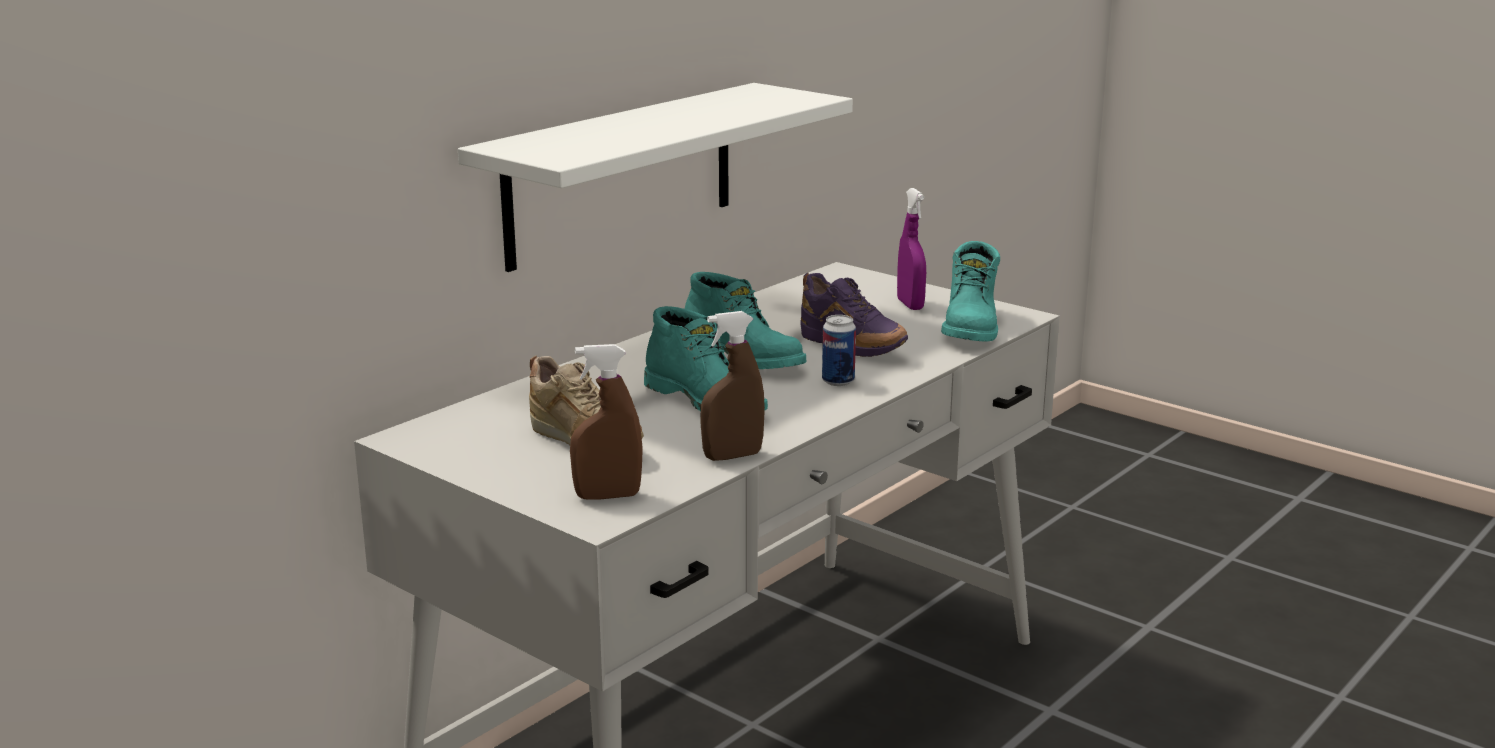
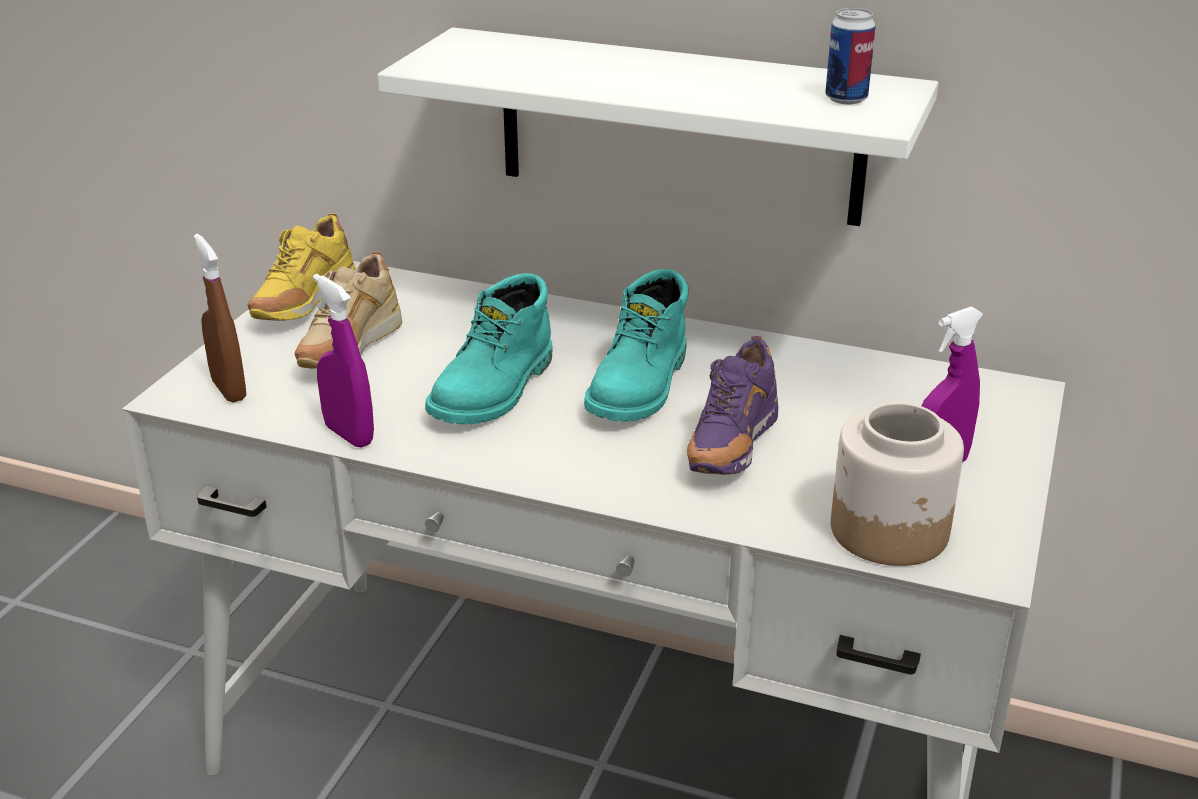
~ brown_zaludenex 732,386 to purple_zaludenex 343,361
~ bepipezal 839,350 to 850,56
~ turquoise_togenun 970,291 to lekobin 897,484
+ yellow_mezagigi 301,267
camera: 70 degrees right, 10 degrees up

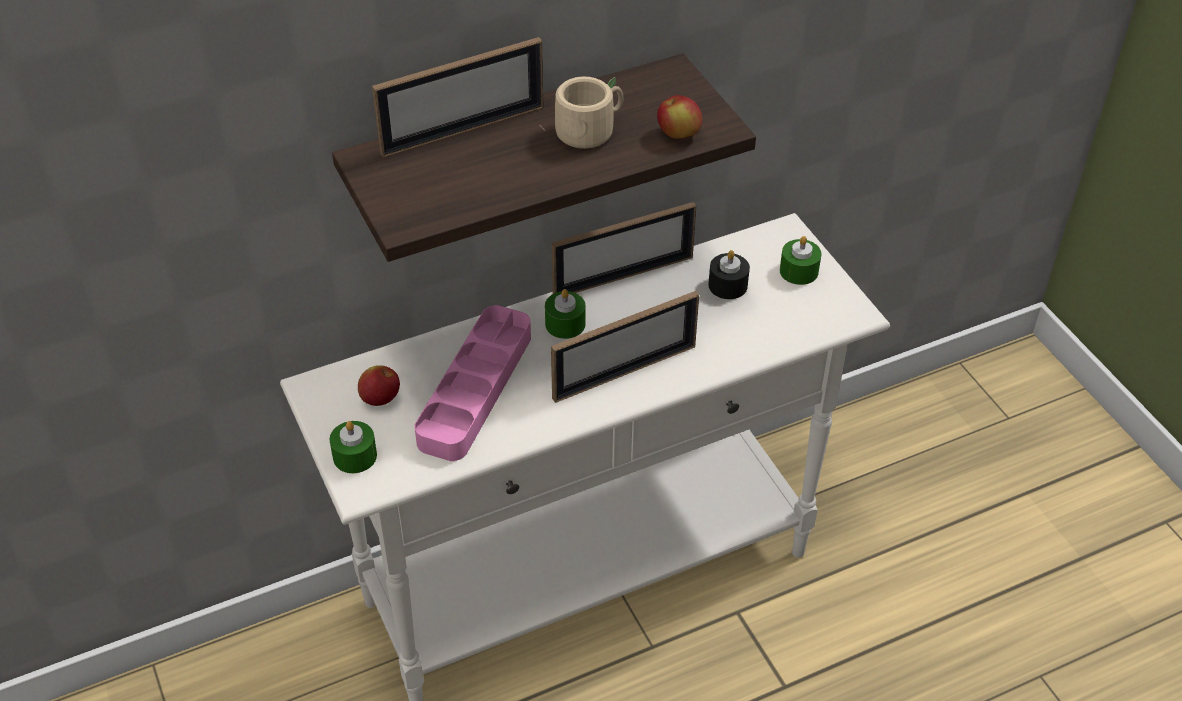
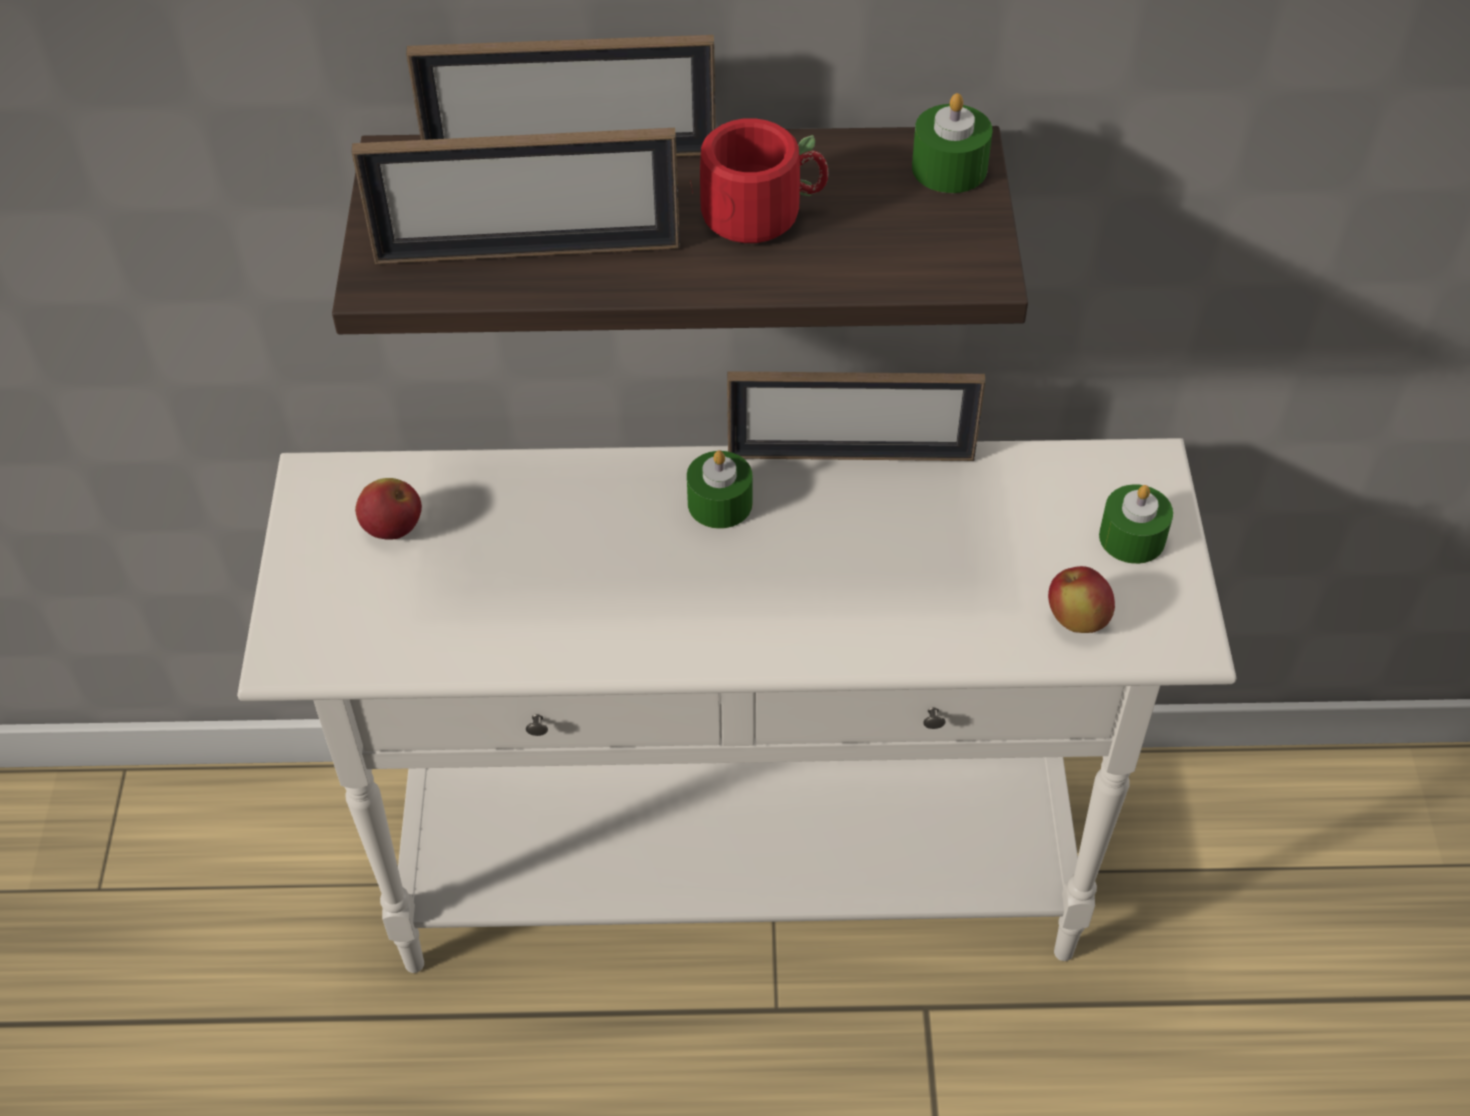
~ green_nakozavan 353,447 to 952,143
- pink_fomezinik 472,383
~ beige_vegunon 581,113 to red_vegunon 759,180
~ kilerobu 625,347 to 515,196
~ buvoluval 679,117 to 1081,599
- black_nakozavan 729,274
camera: 25 degrees right, 5 degrees up

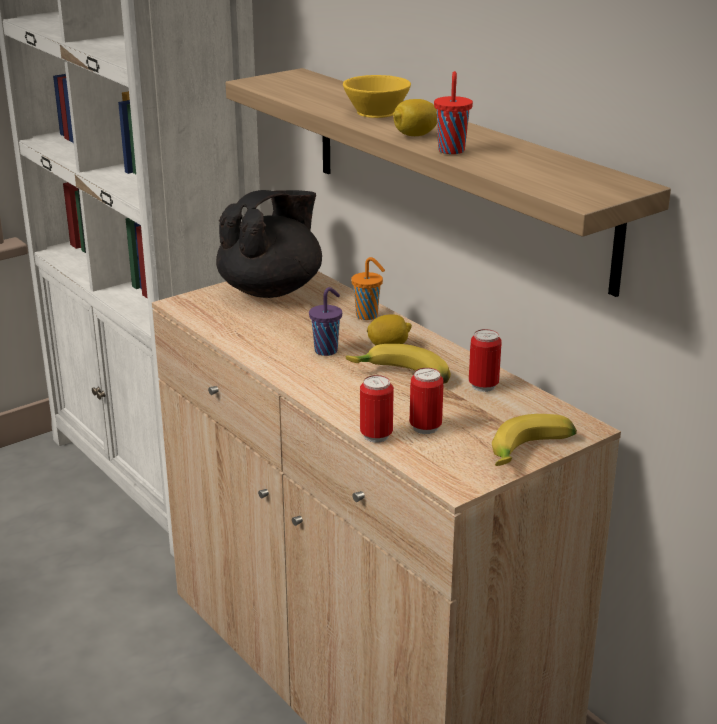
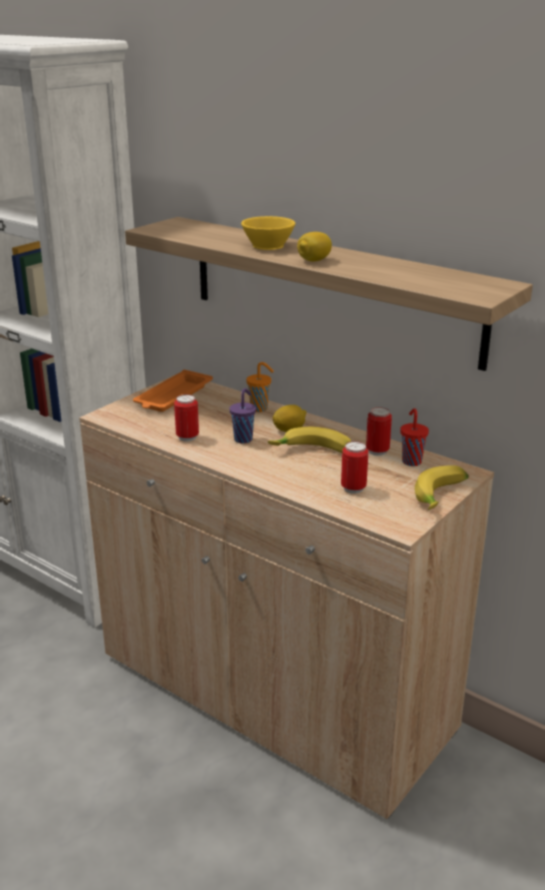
~ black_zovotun 269,244 to orange_fomezinik 173,390
~ bepipezal 377,409 to 186,418
~ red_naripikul 453,112 to 414,437
camera: 15 degrees left, 0 degrees up

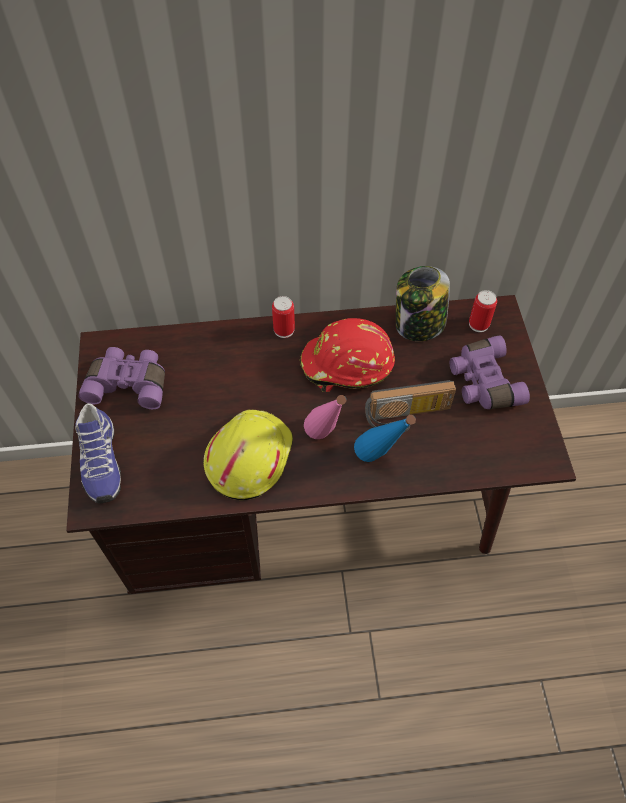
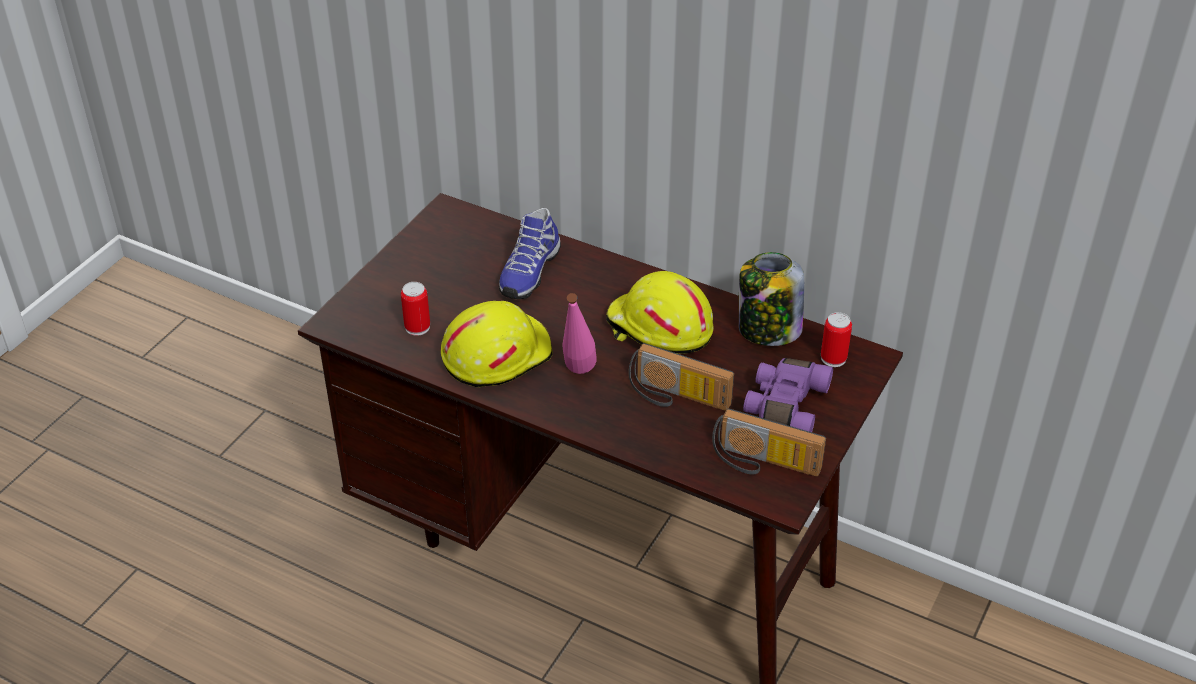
~ mezagigi 98,453 to 530,253
- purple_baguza 121,378
~ bepipezal 283,317 to 415,309
~ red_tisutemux 347,355 to yellow_tisutemux 660,312
- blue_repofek 385,438
+ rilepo 769,442
camera: 35 degrees right, 15 degrees down

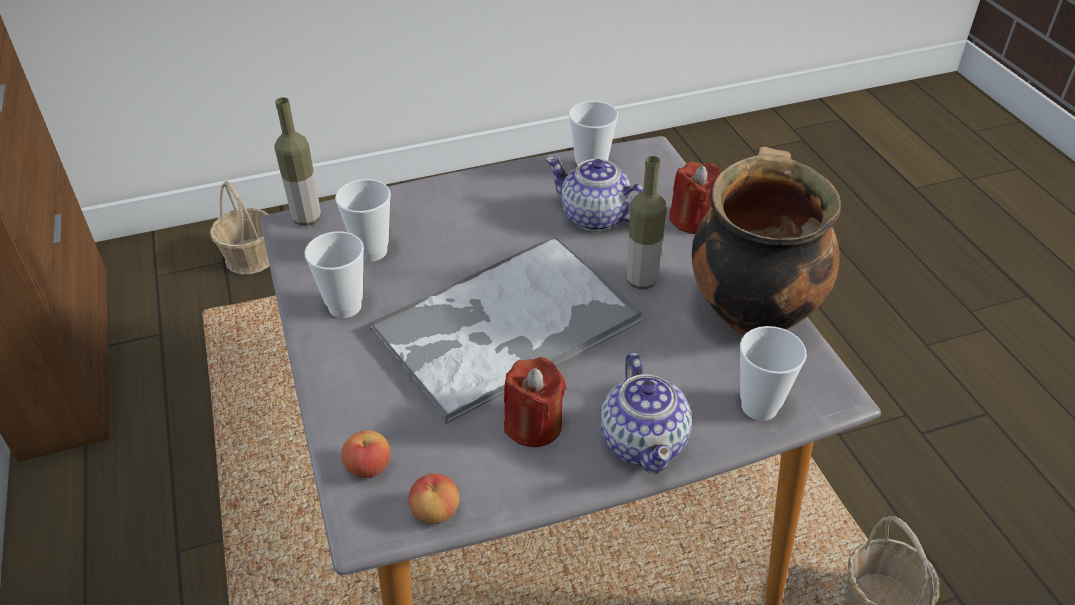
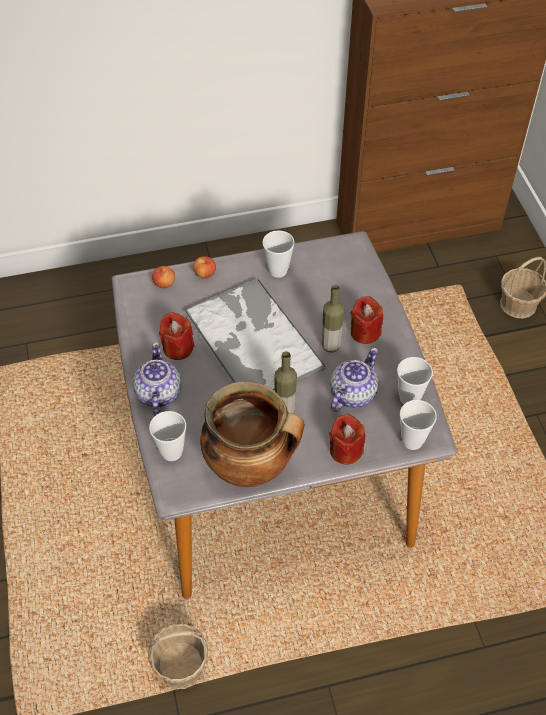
~ repofek 297,161 to 333,319
~ naripikul 363,220 to 418,425
~ buvoluval 433,499 to 204,267
~ zovotun 646,413 = 157,379 90 degrees clockwise
+ red_nakozavan 366,320
camera: 95 degrees right, 10 degrees up

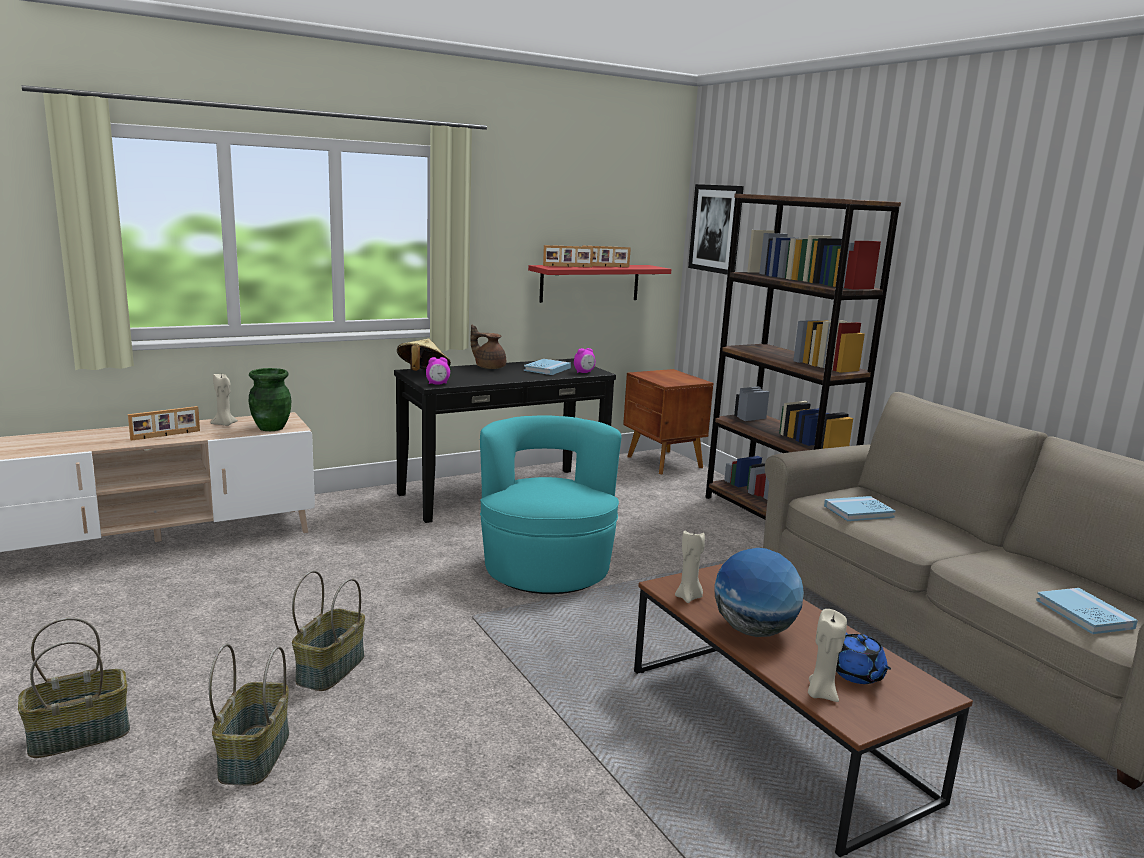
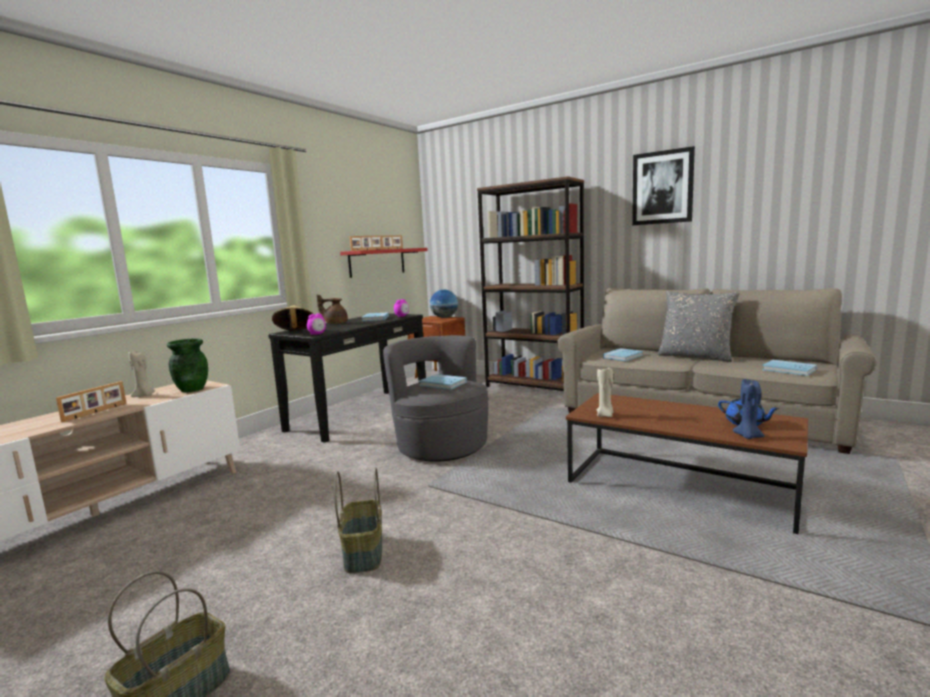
- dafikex 249,715
~ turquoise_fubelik 550,504 to grey_fubelik 436,398
~ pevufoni 716,229 to 663,185
~ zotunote 759,592 to 444,304
~ beige_nakozavan 827,655 to blue_nakozavan 749,409
+ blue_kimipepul 443,382
+ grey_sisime 698,326
camera: 25 degrees left, 5 degrees down

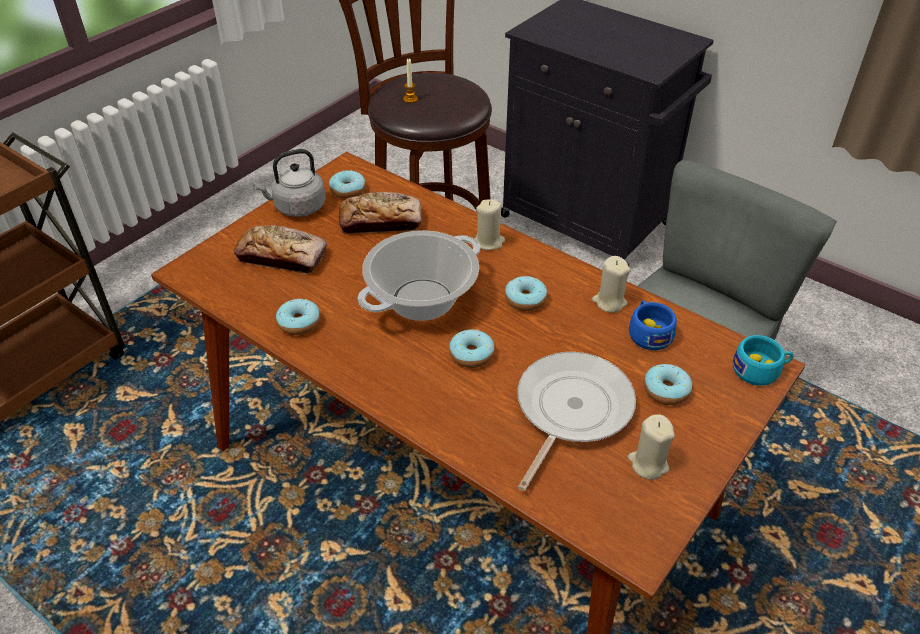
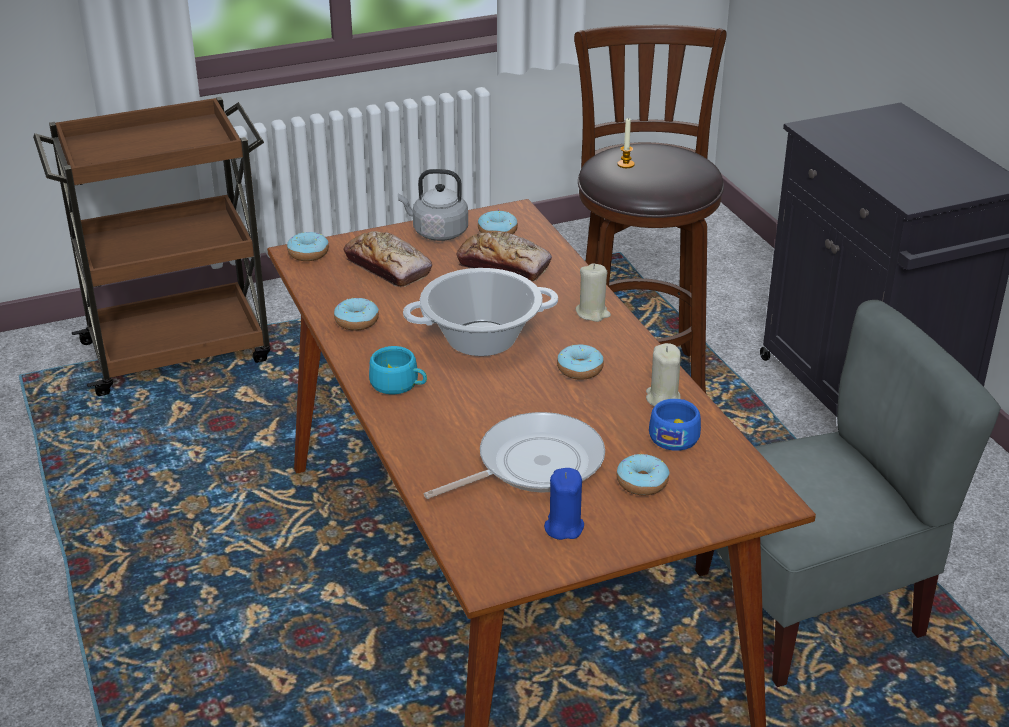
~ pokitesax 471,348 to 308,246
~ beige_nakozavan 651,447 to blue_nakozavan 564,504
~ turquoise_naripikul 763,360 to 398,370
camera: 30 degrees right, 10 degrees down

